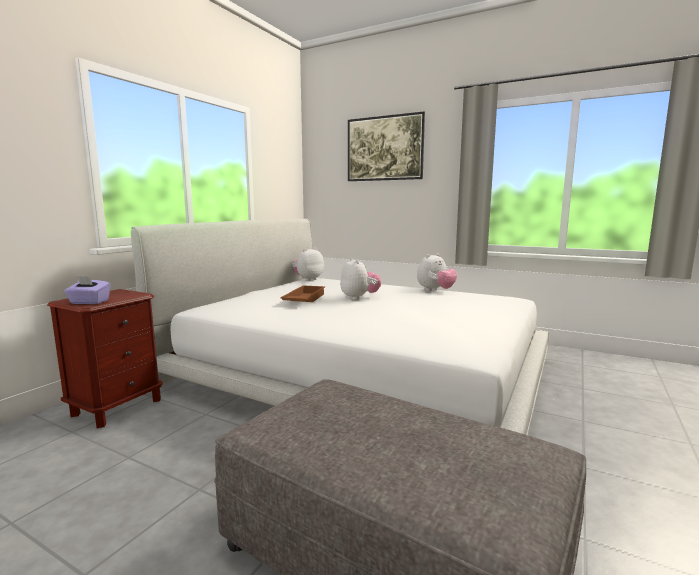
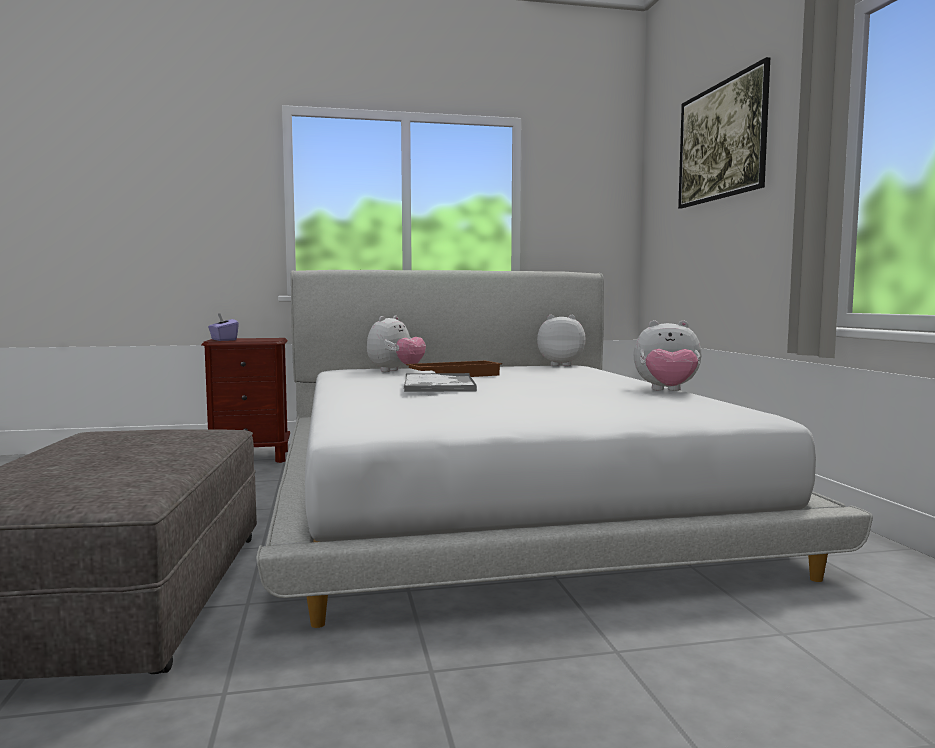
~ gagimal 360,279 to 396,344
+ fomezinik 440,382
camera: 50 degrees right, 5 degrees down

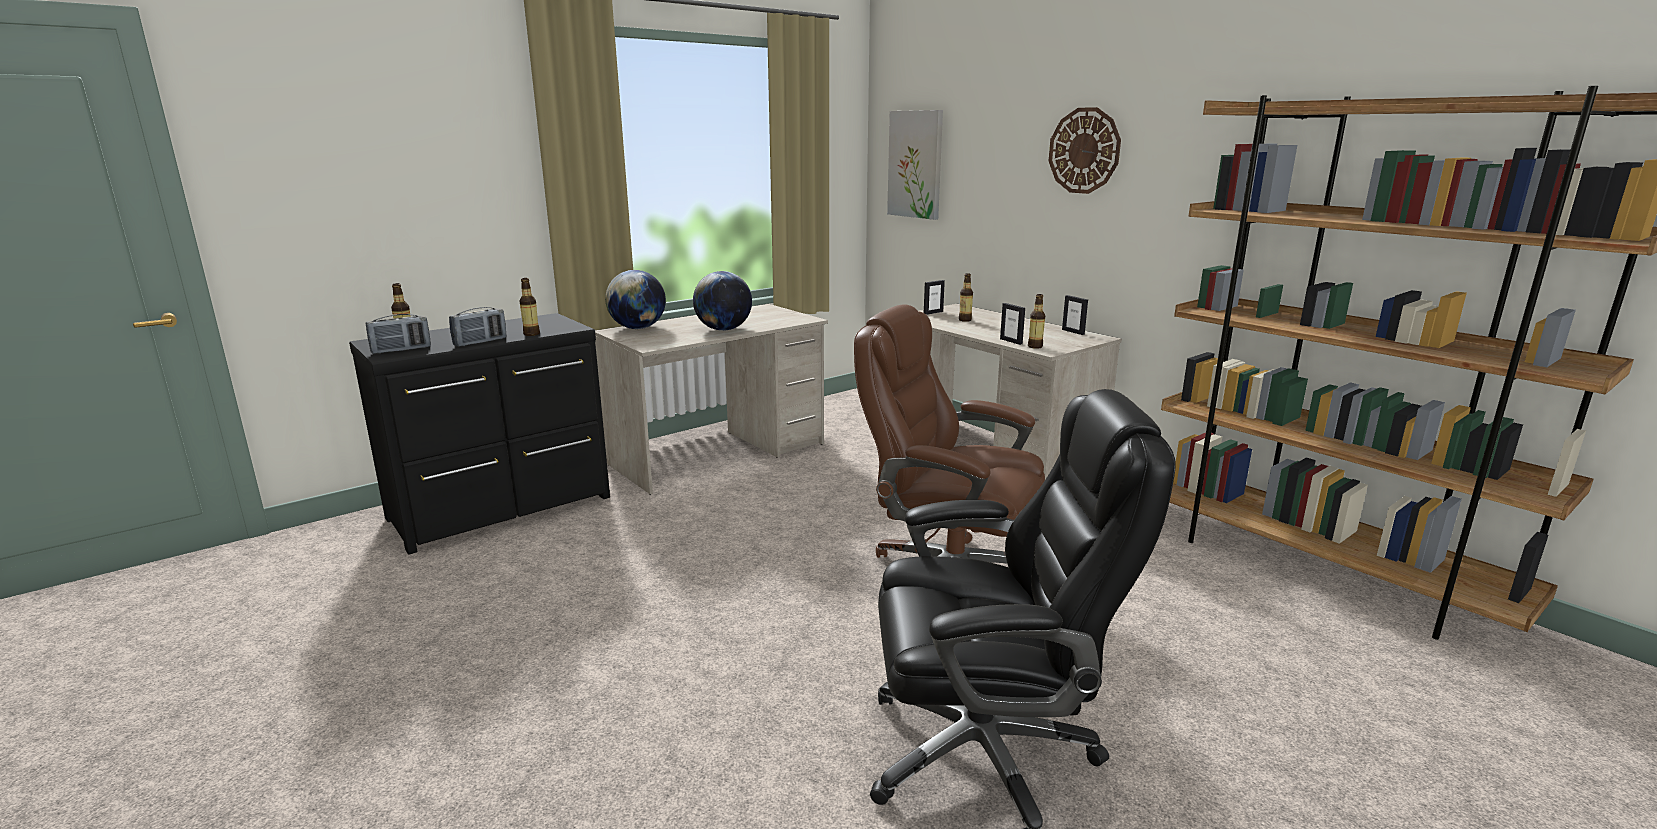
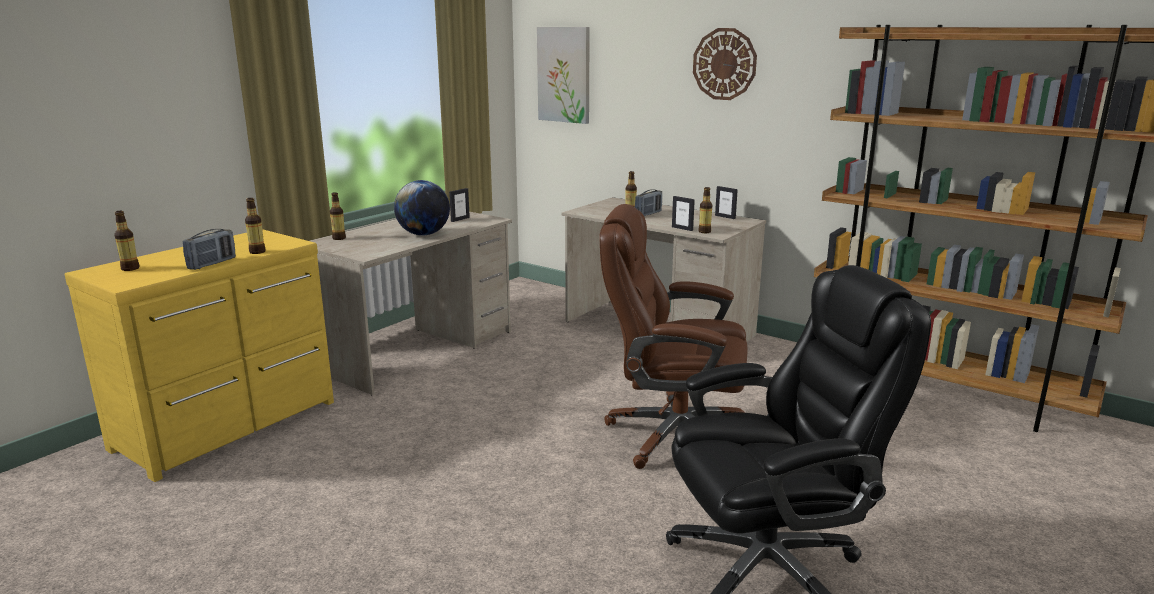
~ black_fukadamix 479,433 to yellow_fukadamix 199,355
~ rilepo 398,334 to 648,202
~ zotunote 635,299 to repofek 338,216
~ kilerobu 934,297 to 459,205
camera: 15 degrees left, 0 degrees up

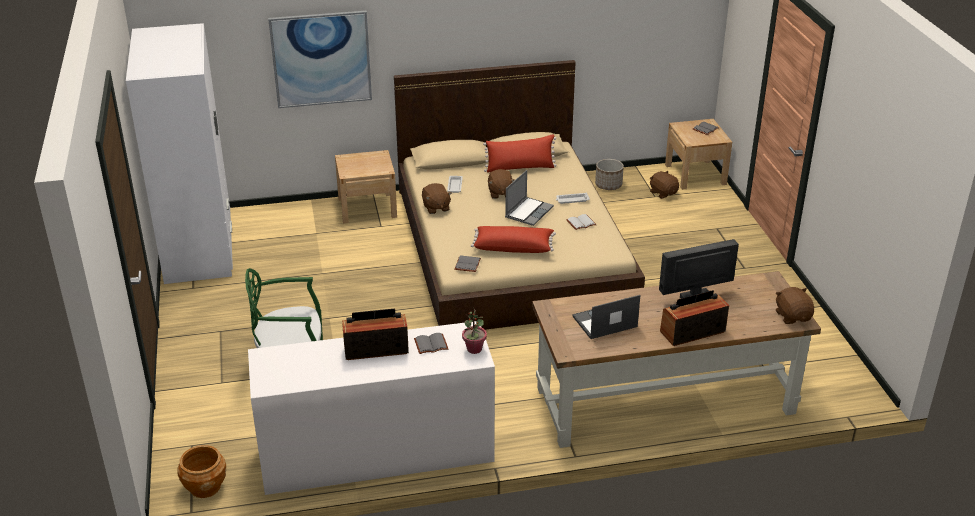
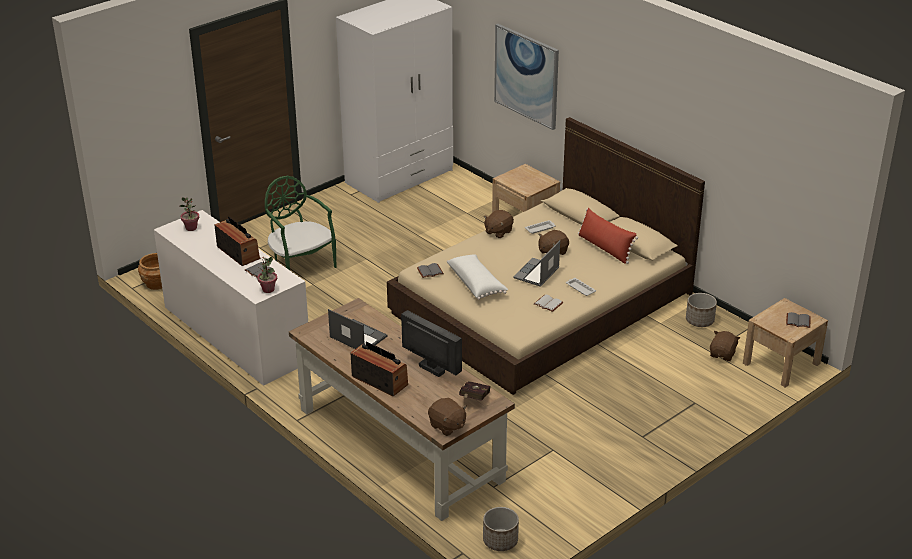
~ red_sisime 513,239 to white_sisime 477,277
~ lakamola 529,198 = 537,263 120 degrees clockwise
~ brown_gagimal 794,305 = 447,417 90 degrees clockwise
+ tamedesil 189,214
+ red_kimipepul 475,391
+ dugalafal 501,529
camera: 60 degrees right, 0 degrees up

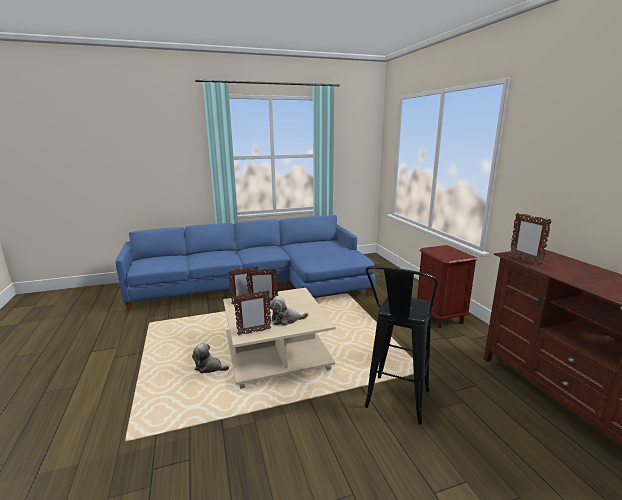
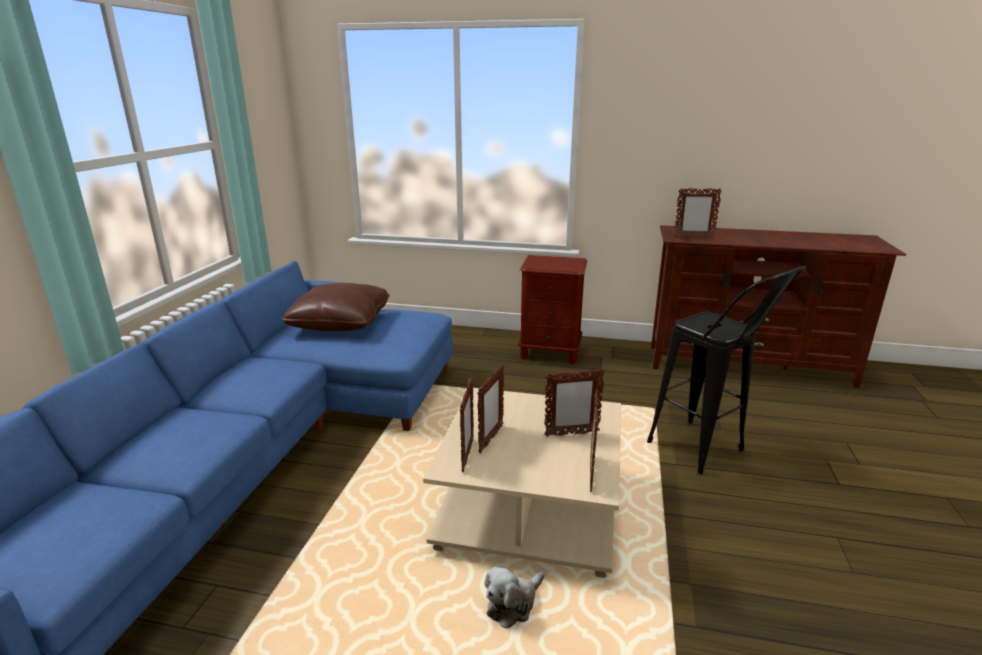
~ gagimal 289,311 to kilerobu 574,402
+ brown_sisime 336,307
camera: 60 degrees left, 5 degrees up

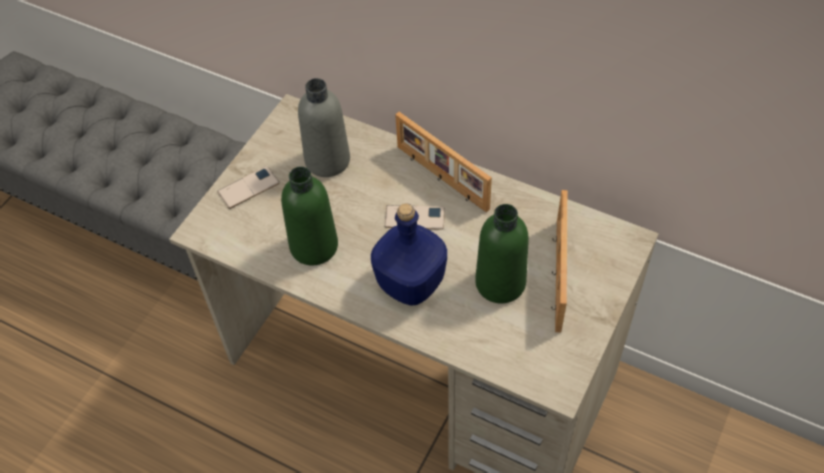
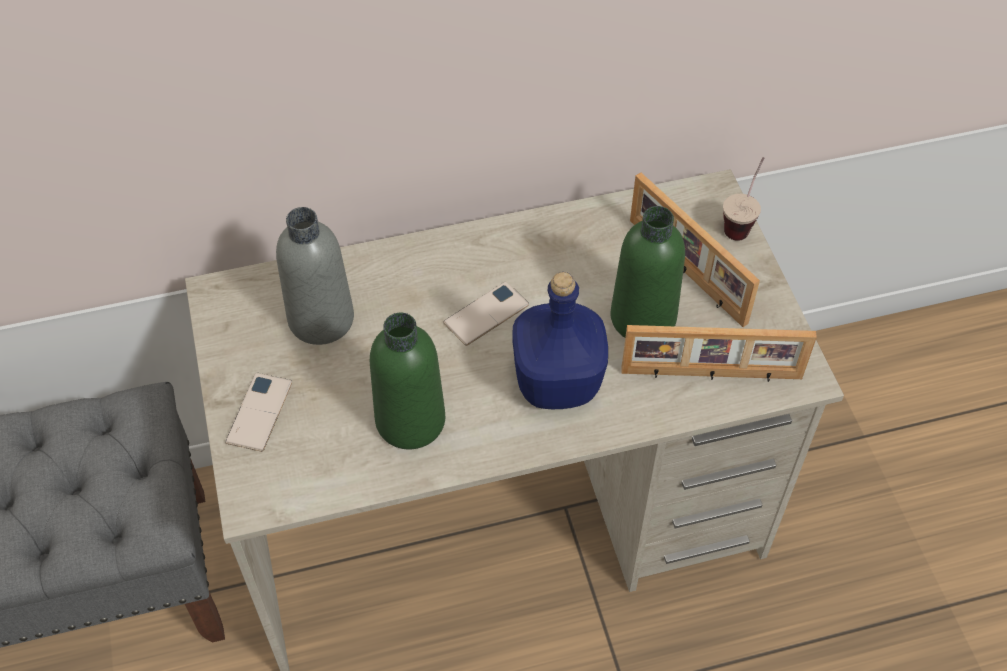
~ kilerobu 443,162 to 719,353
+ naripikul 743,199
camera: 45 degrees left, 0 degrees up

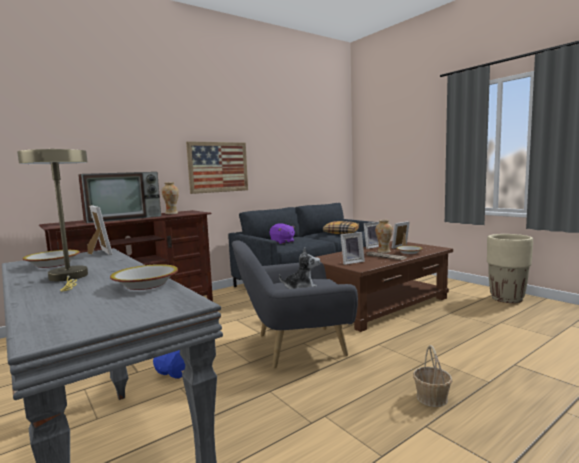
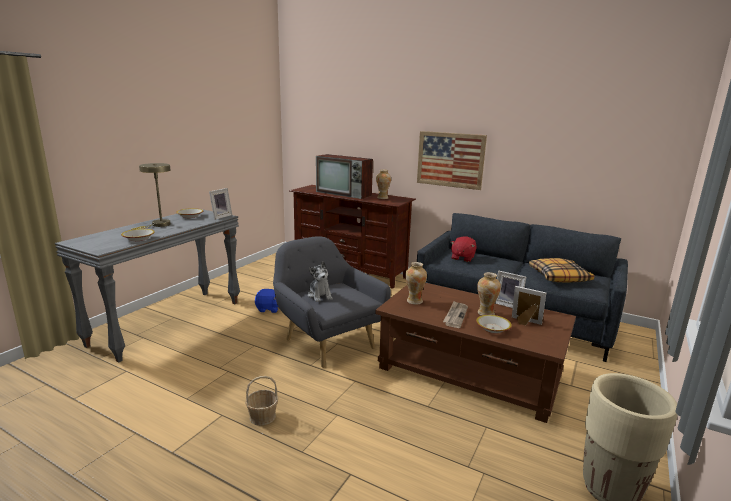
~ purple_gagimal 282,233 to red_gagimal 463,249
~ kilerobu 353,248 to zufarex 416,283
camera: 65 degrees right, 10 degrees up

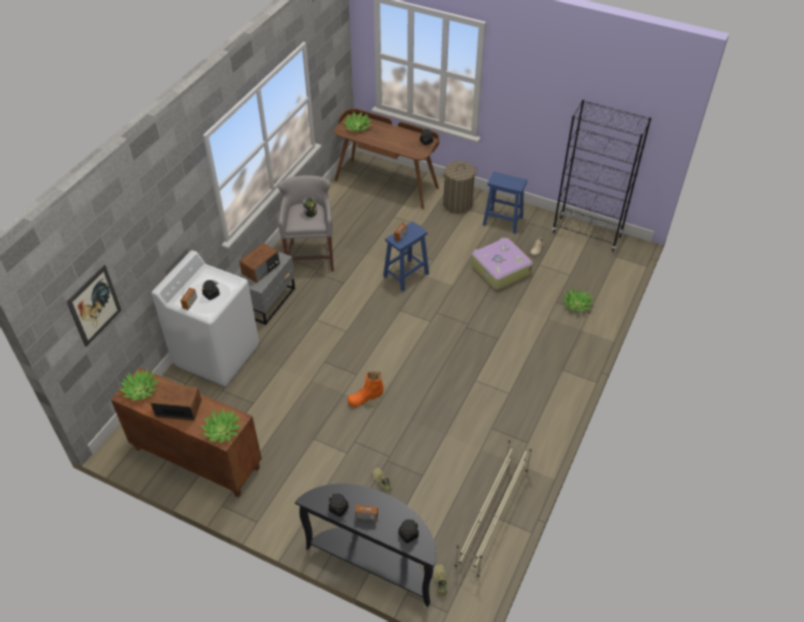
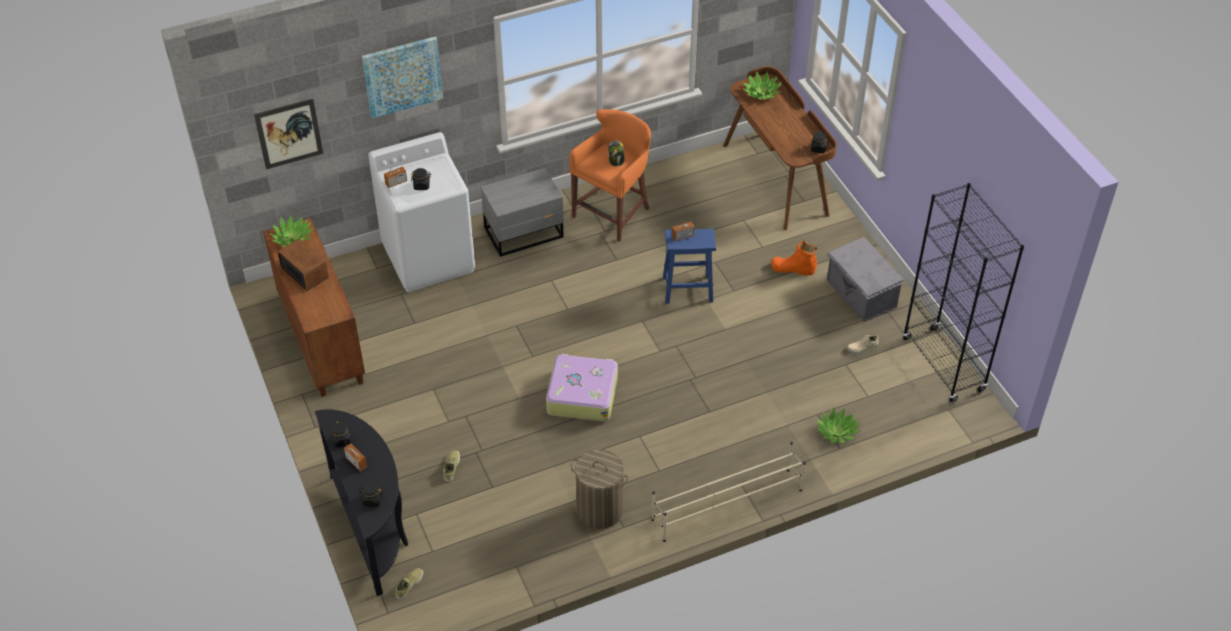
- tamedesil 221,426
- rilepo 259,263
~ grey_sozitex 306,223 to orange_sozitex 610,175
~ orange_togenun 366,389 to 794,258
~ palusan 460,187 to 599,489
~ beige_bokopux 493,508 to 728,492
~ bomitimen 502,263 to 582,387
~ blue_sozitex 505,203 to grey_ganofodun 865,279
+ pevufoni 402,77
camera: 40 degrees right, 0 degrees up

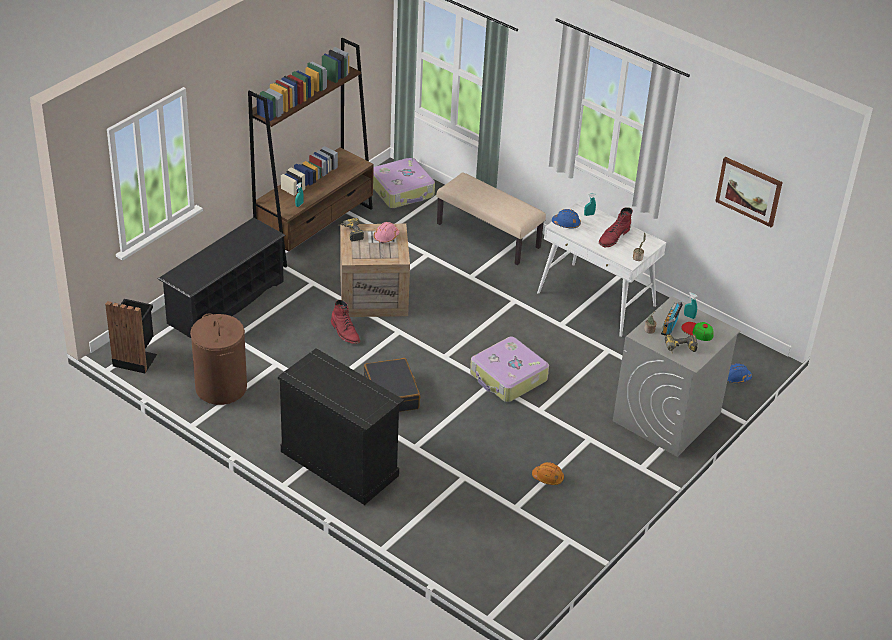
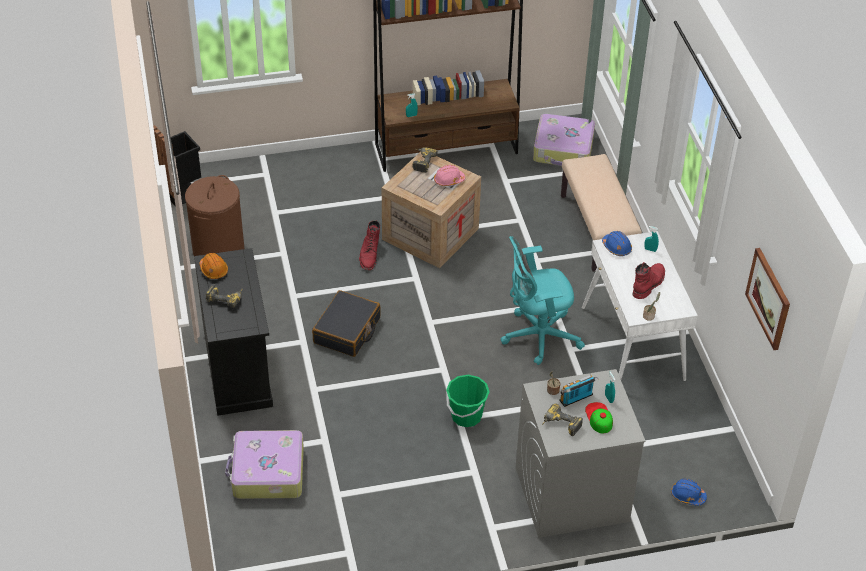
- black_bokopux 221,277
~ bomitimen 509,369 to 264,464
~ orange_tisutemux 548,473 to 213,266
~ red_togenun 616,227 = 649,280 135 degrees clockwise
+ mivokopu 224,296
+ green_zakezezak 468,401
+ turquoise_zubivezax 543,300
camera: 40 degrees right, 5 degrees up

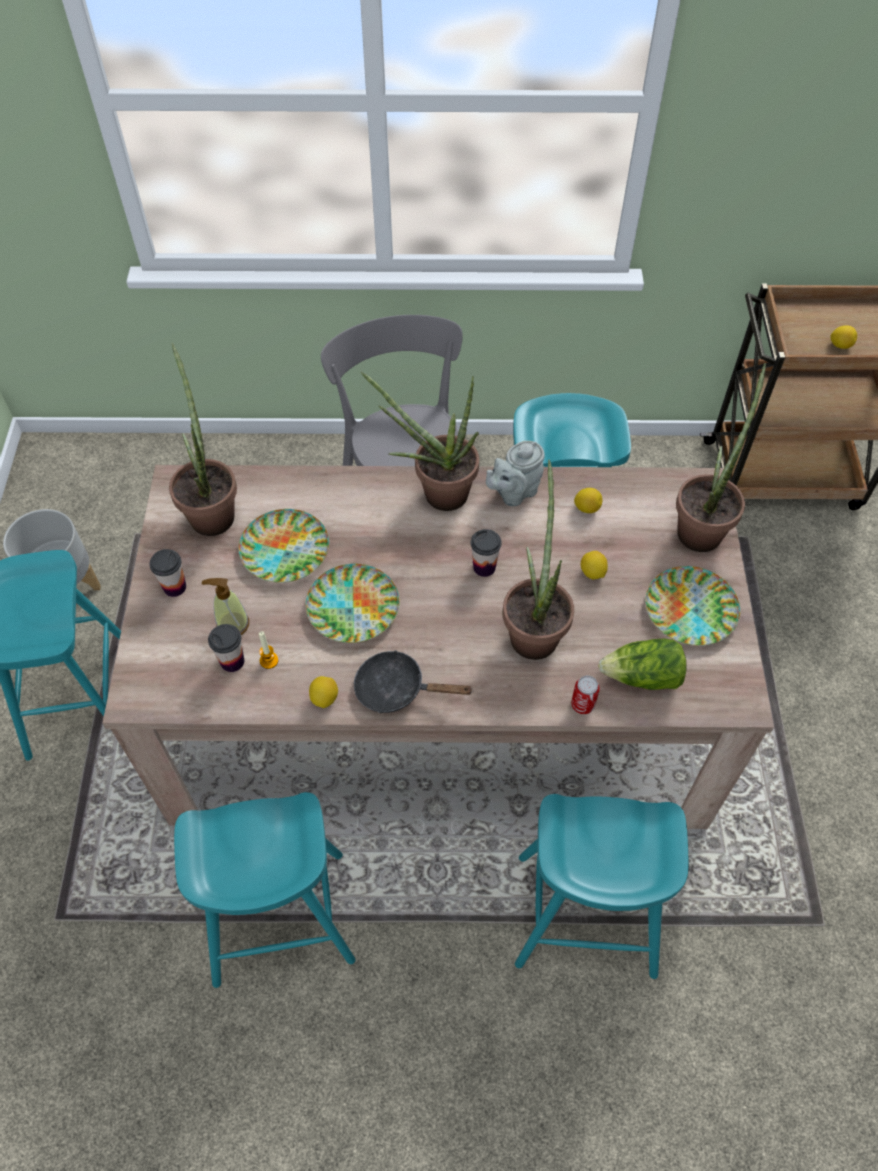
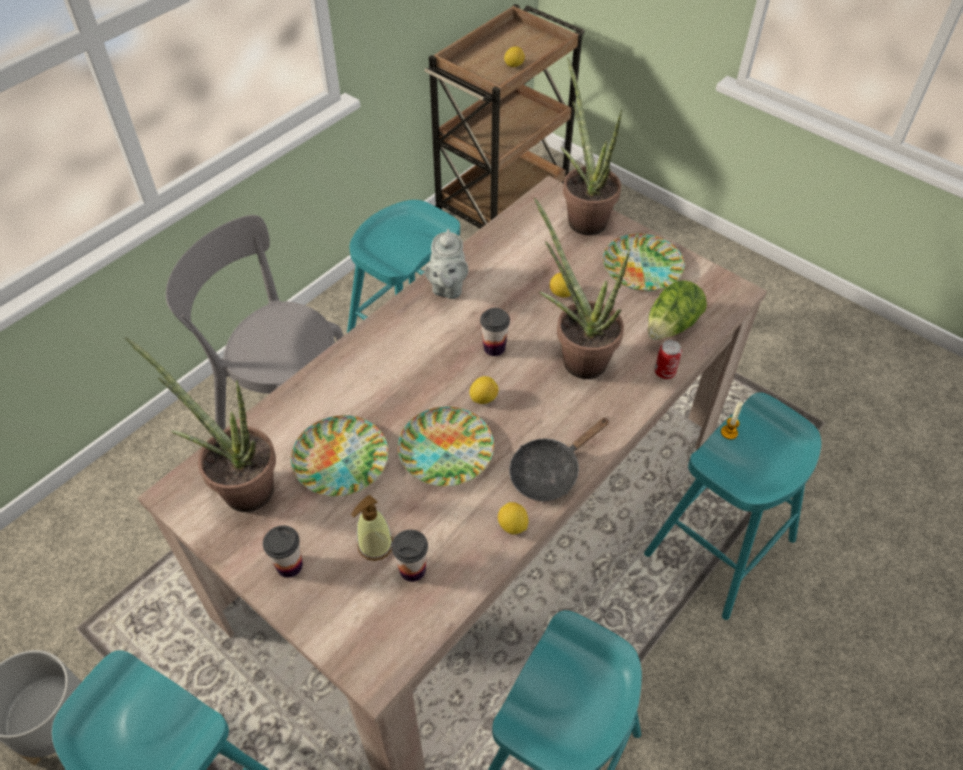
~ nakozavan 269,650 to 732,421
- tamedesil 420,441
~ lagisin 588,500 to 483,390
camera: 50 degrees left, 5 degrees down

